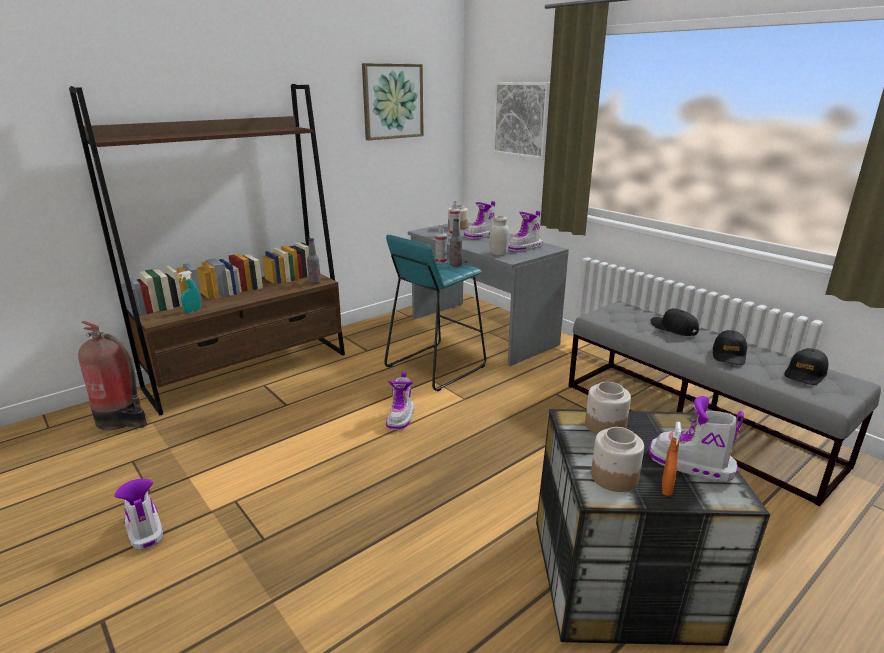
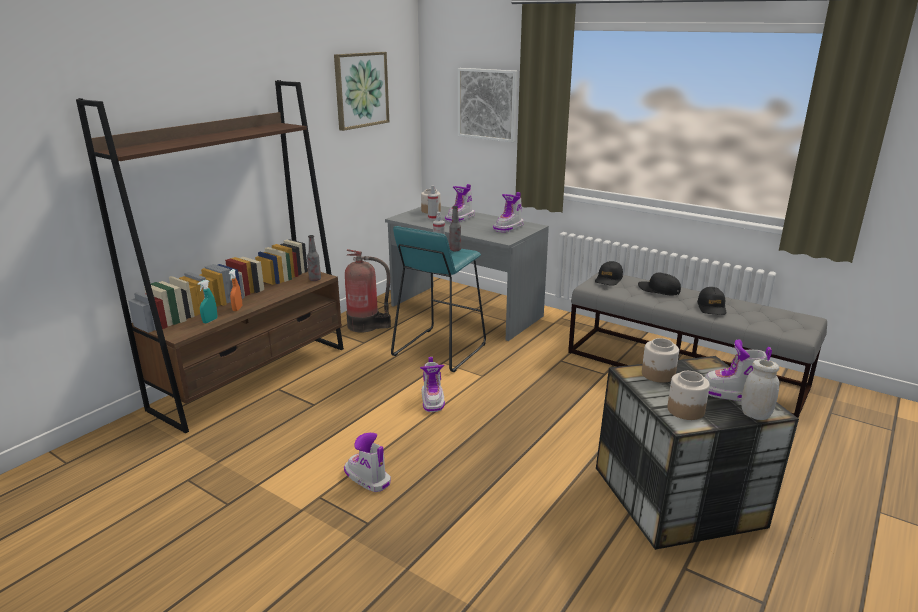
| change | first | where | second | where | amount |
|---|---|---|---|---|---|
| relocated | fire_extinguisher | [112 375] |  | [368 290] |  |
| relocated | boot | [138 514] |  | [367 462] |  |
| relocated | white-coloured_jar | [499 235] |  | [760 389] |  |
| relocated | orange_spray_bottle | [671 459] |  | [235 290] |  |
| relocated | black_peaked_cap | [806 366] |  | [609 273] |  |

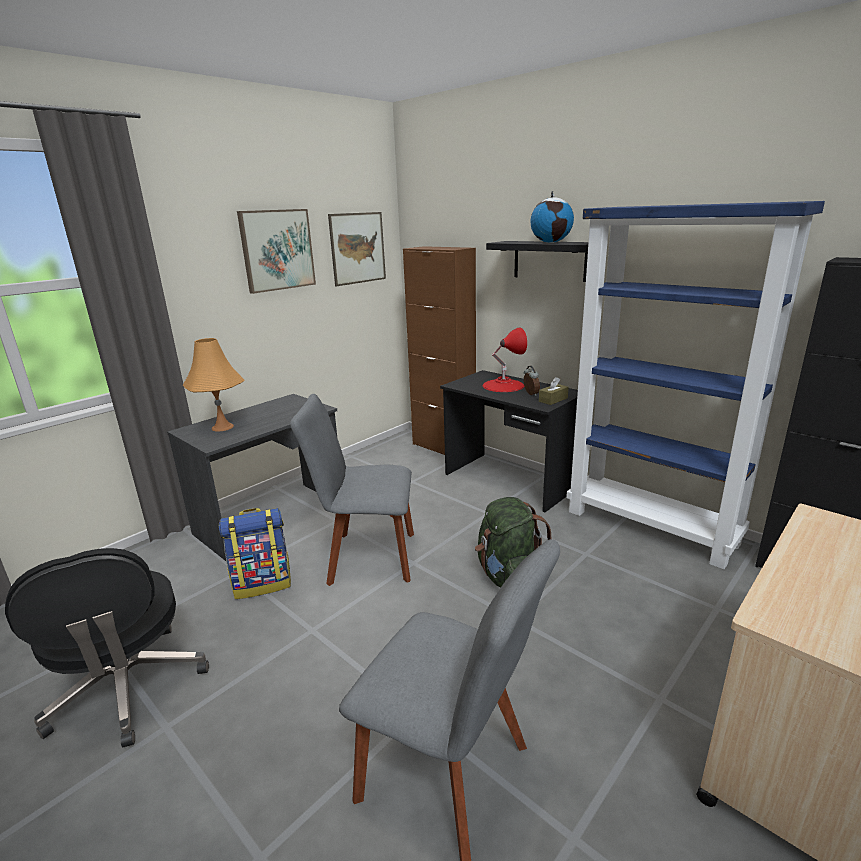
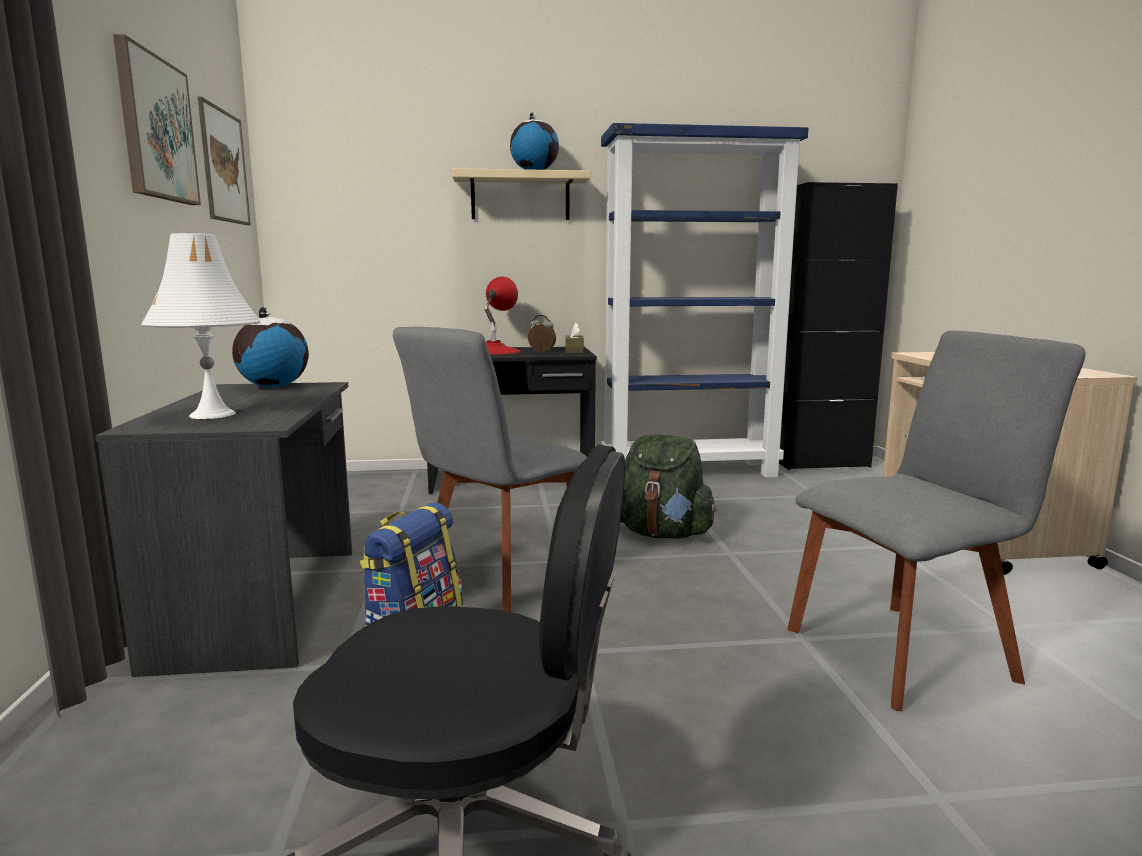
| change | first | where | second | where | amount |
|---|---|---|---|---|---|
| missing | brown-coloured_cupboard | [439 350] |  |  |  |
| appeared |  |  | desk_globe | [270 347] |  |
| colour | orange_tabletop_lamp | [214 385] | white-coloured_tabletop_lamp | [201 326] |  |
| colour | black_wall_shelf | [537 261] | sand-coloured_wall_shelf | [521 194] |  |

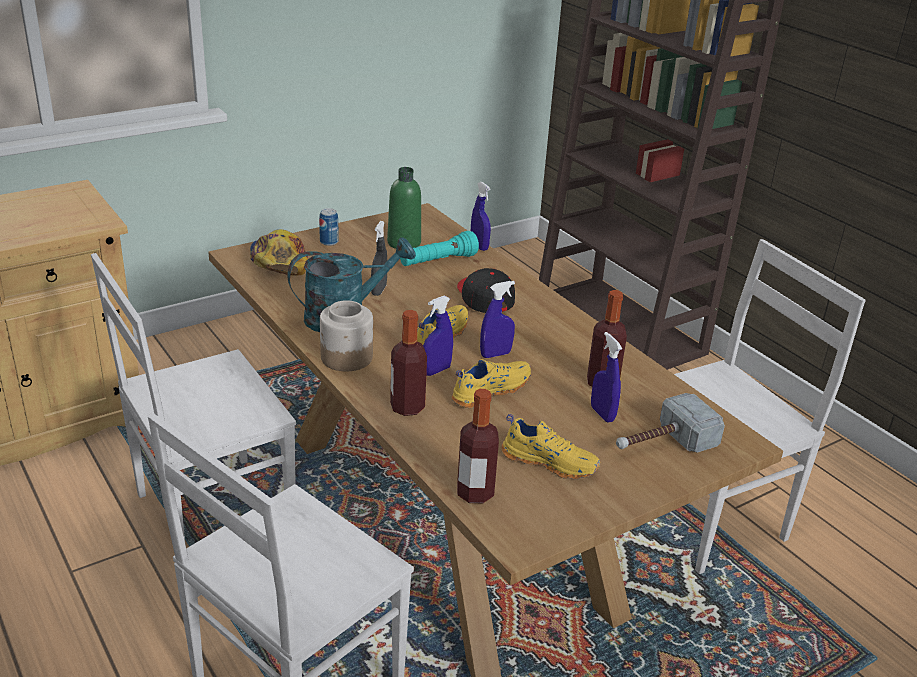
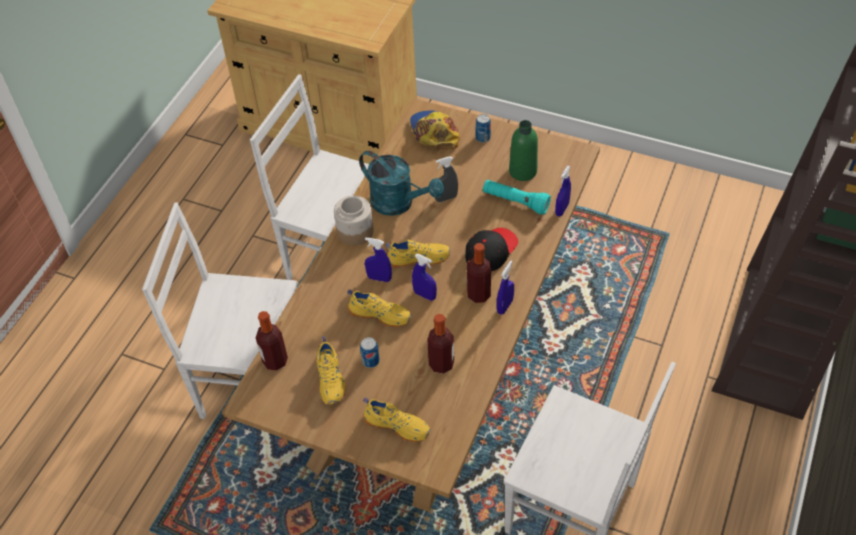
| change | first | where | second | where | amount |
|---|---|---|---|---|---|
| appeared |  |  | can | [370 352] |  |
| relocated | drink_bottle | [408 363] |  | [479 273] |  |
| relocated | blue-coloured_spray_bottle | [606 377] |  | [505 288] |  |
| exchanged | tool_hammer | [670 423] | yellow_item_of_footwear | [396 420] |  |
| spun | peaked_cap | [279 252] |  | [435 129] | 60 degrees counterclockwise |

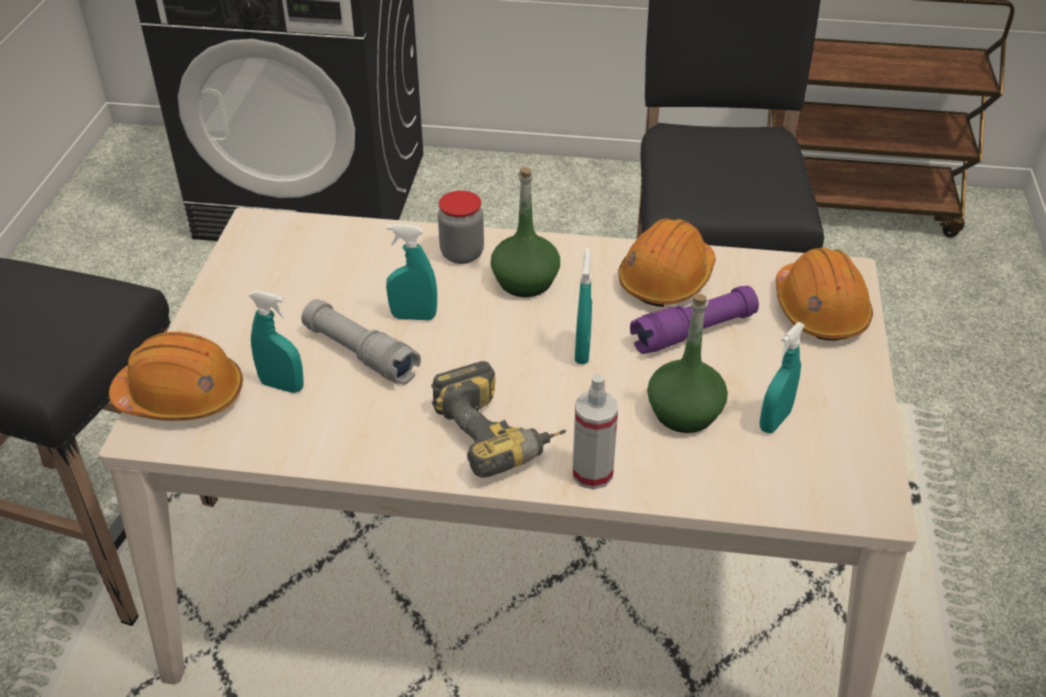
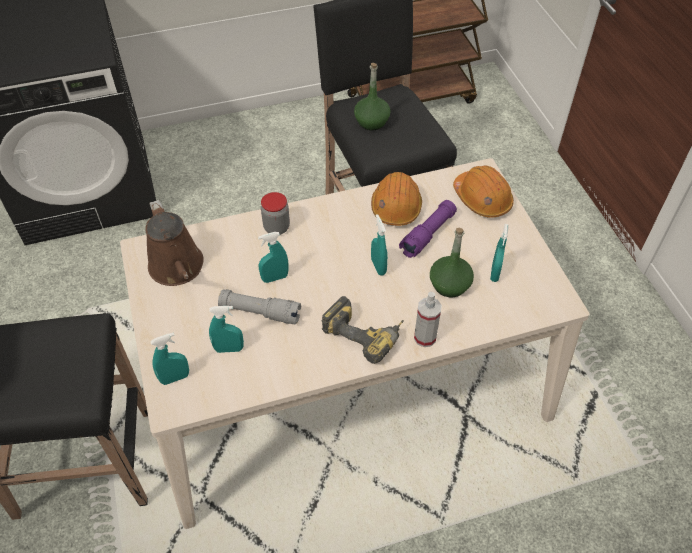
| change | first | where | second | where | amount |
|---|---|---|---|---|---|
| appeared |  |  | brown-coloured_watering_pot | [174 243] |  |
| relocated | green-coloured_drink_bottle | [525 232] |  | [372 96] |  |
| exchanged | orange_hard_hat | [176 376] | blue-green_spray_bottle | [169 359] |  |

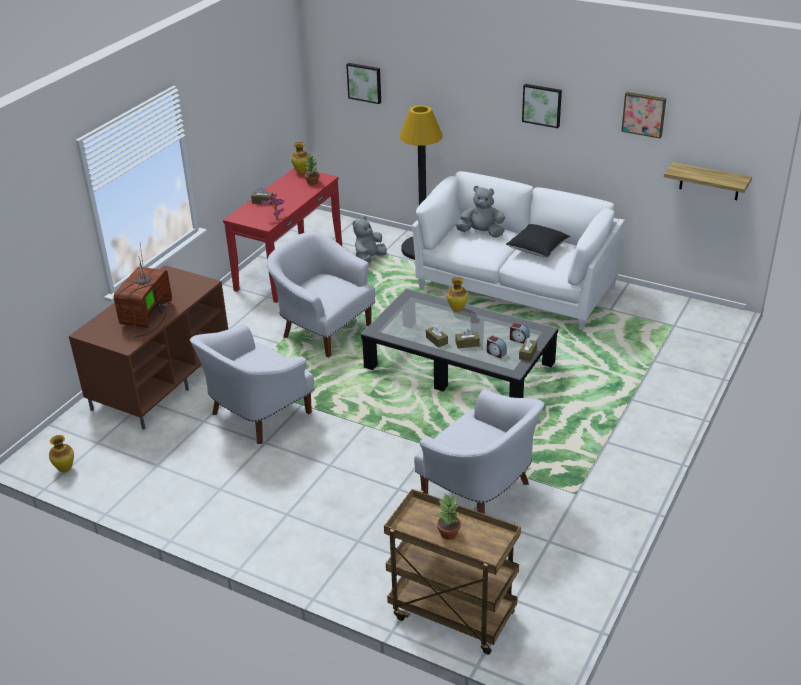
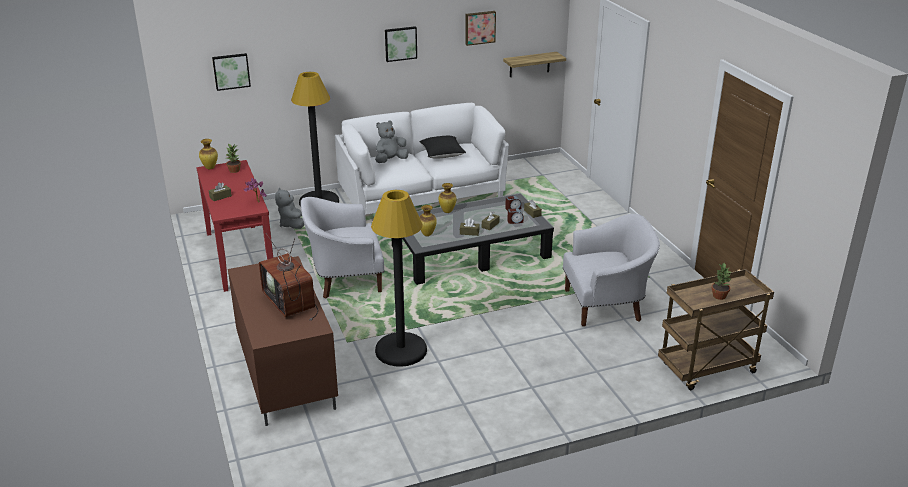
| change | first | where | second | where | amount |
|---|---|---|---|---|---|
| relocated | flower_vase | [61 453] |  | [428 220] |  |
| exchanged | white-coloured_easy_chair | [252 384] | black_standing_lamp | [399 278] |  |

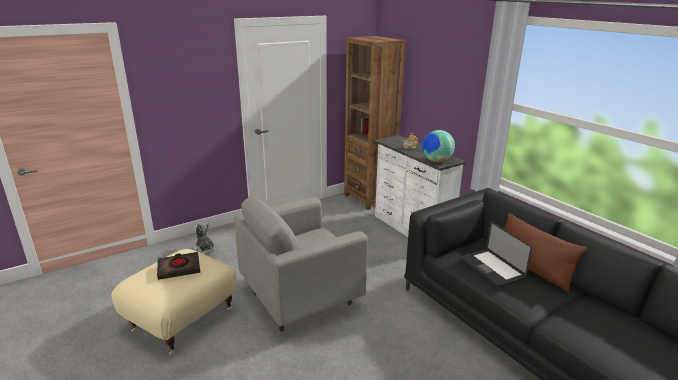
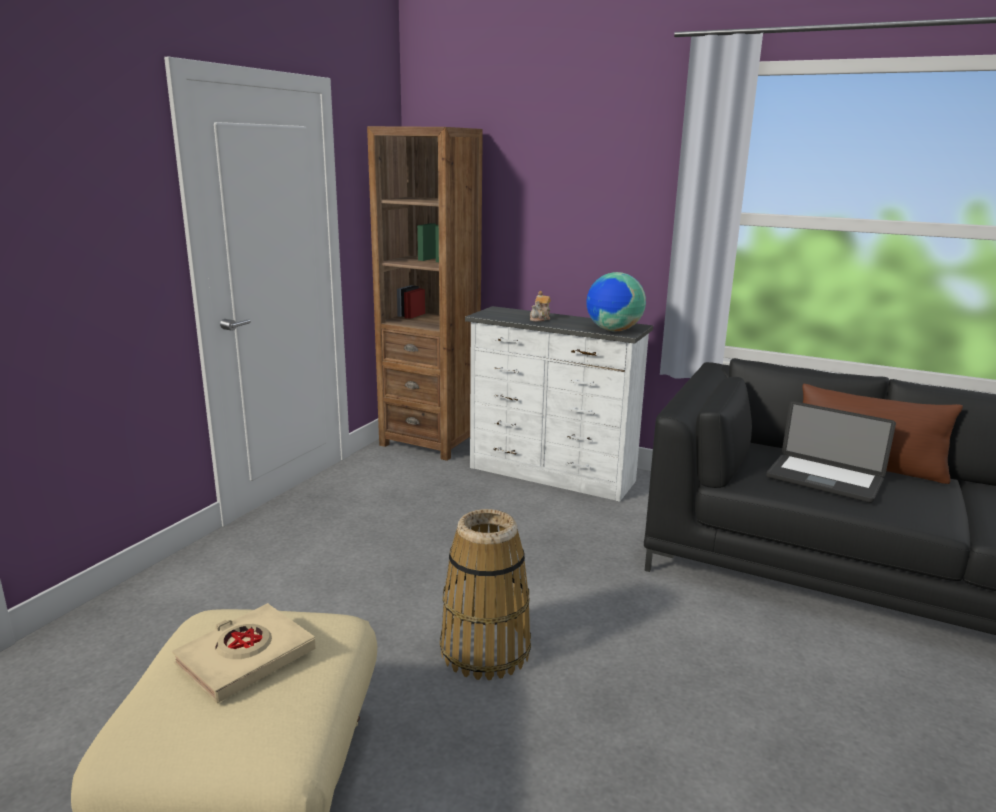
| change | first | where | second | where | amount |
|---|---|---|---|---|---|
| missing | plush_toy | [204 239] |  |  |  |
| exchanged | gray_easy_chair | [301 264] | household_basket | [485 594] |  |
| colour | black_bound_book | [179 266] | sand-coloured_bound_book | [244 653] |  |

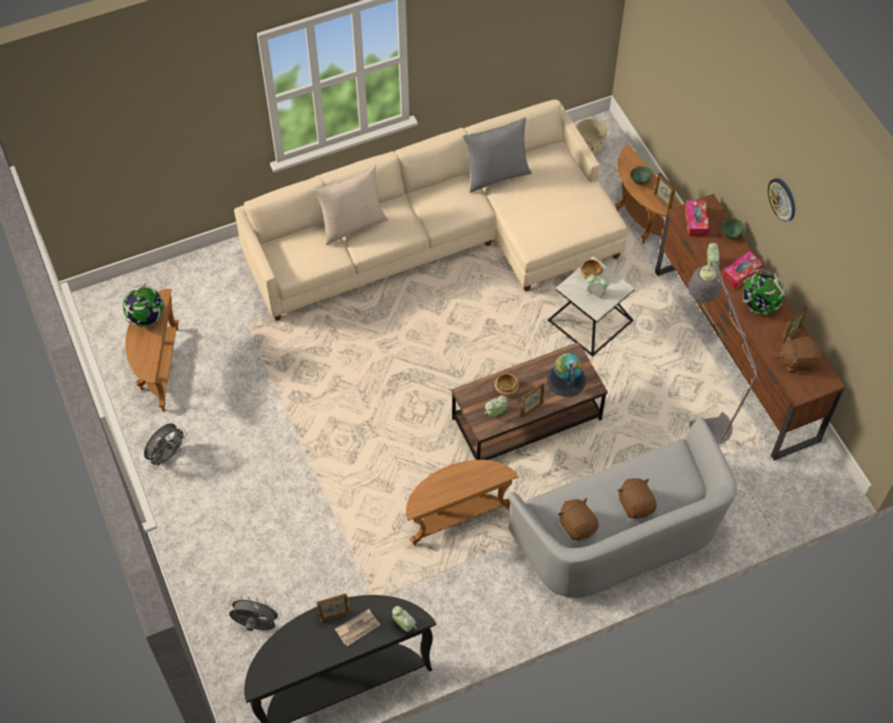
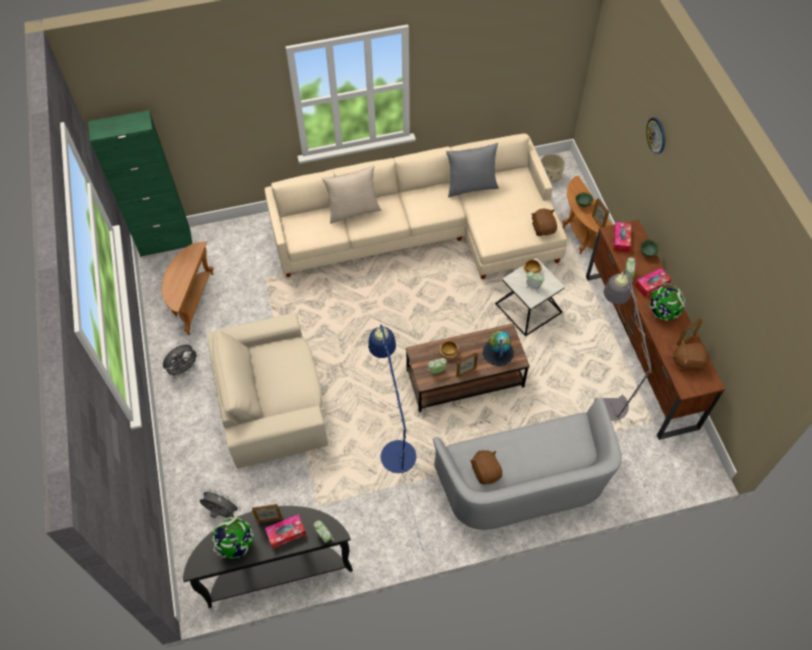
| change | first | where | second | where | amount |
|---|---|---|---|---|---|
| appeared |  |  | green-coloured_cupboard | [140 183] |  |
| appeared |  |  | sand-coloured_easy_chair | [267 390] |  |
| relocated | desk_globe | [143 305] |  | [233 537] |  |
| relocated | brown-coloured_plush_toy | [637 498] |  | [544 222] |  |
| relocated | wall_clock | [781 200] |  | [655 135] |  |
| exchanged | printed_paper | [357 627] | tissue_box | [285 531] |  |
| exchanged | brown-coloured_side_table | [462 503] | blue-coloured_standing_lamp | [395 437] |  |

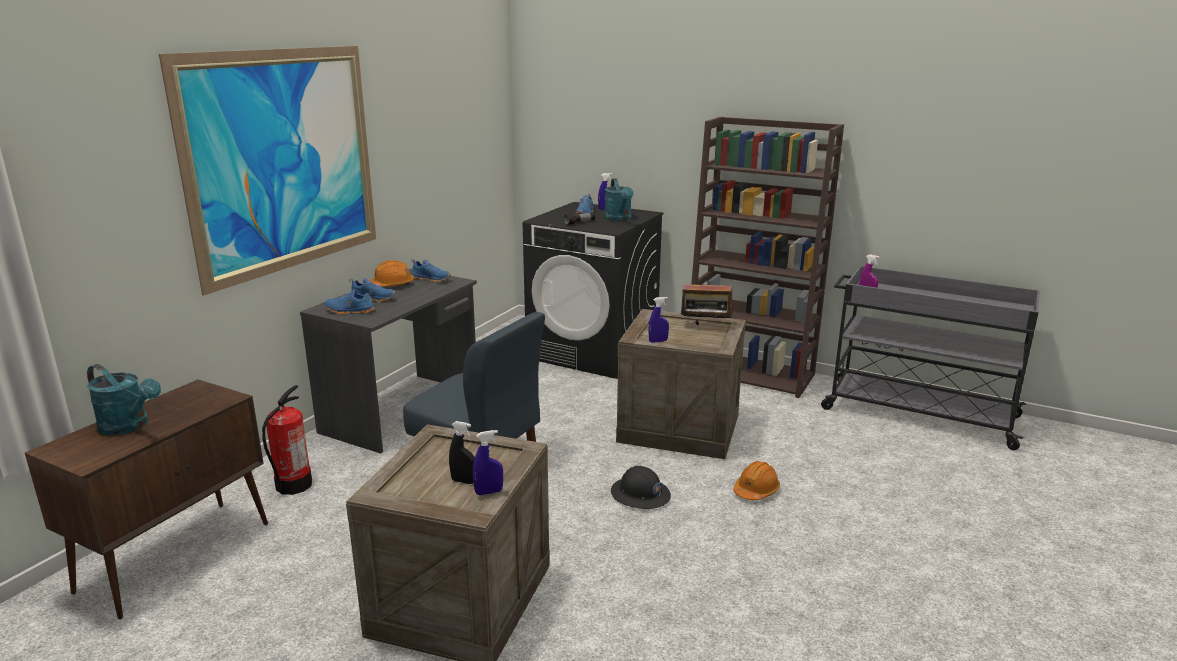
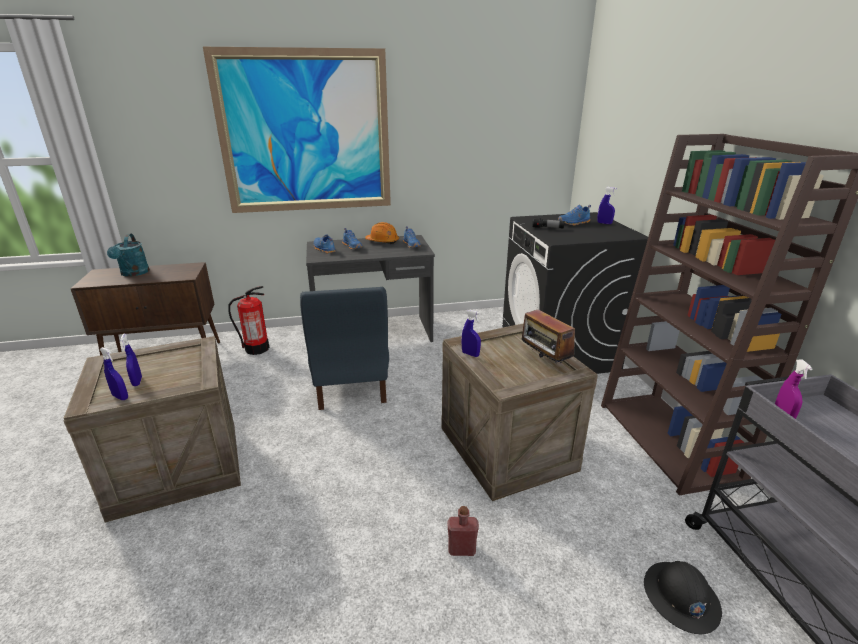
| change | first | where | second | where | amount |
|---|---|---|---|---|---|
| missing | blue-green_watering_pot | [618 200] |  |  |  |
| relocated | black_hard_hat | [641 487] |  | [683 598] |  |
| exchanged | orange_hard_hat | [756 480] | red-coloured_drink_bottle | [463 531] |  |
| colour | black_spray_bottle | [462 452] | blue-coloured_spray_bottle | [131 360] |  |

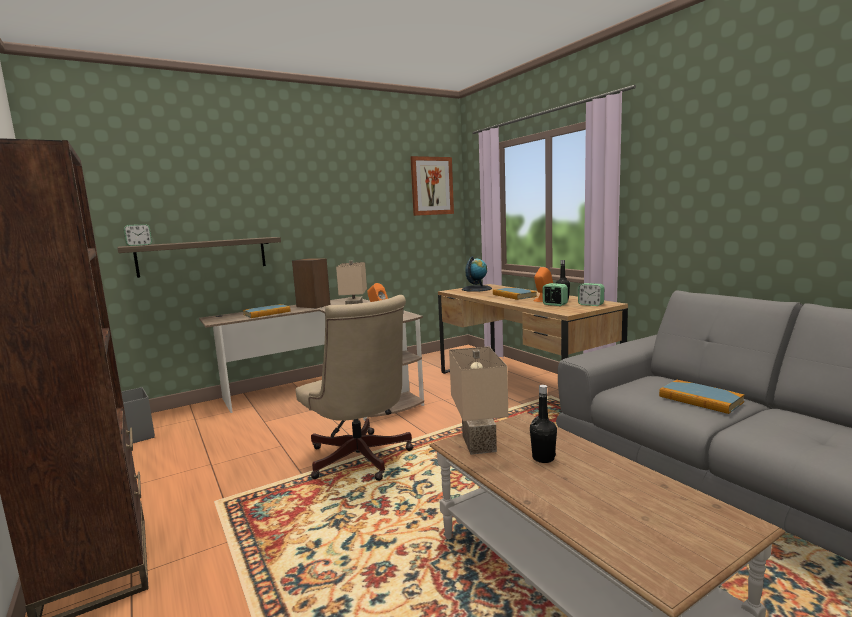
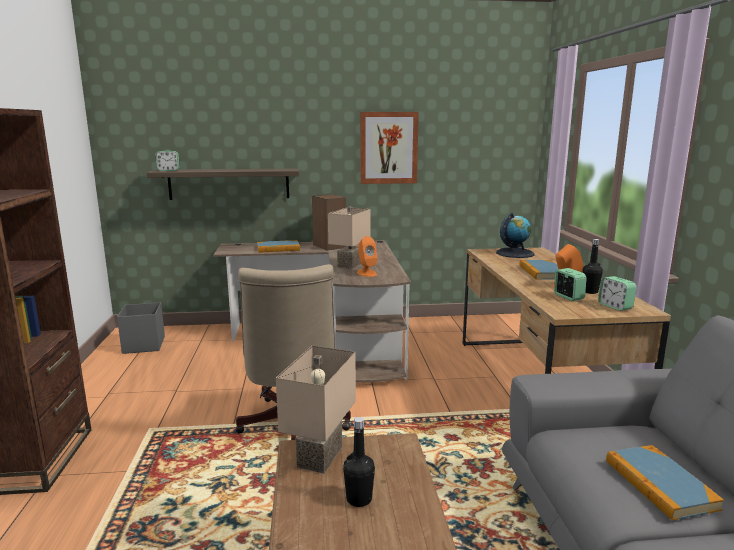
| change | first | where | second | where | amount |
|---|---|---|---|---|---|
| relocated | wall_art | [432 186] |  | [389 148] |  |

